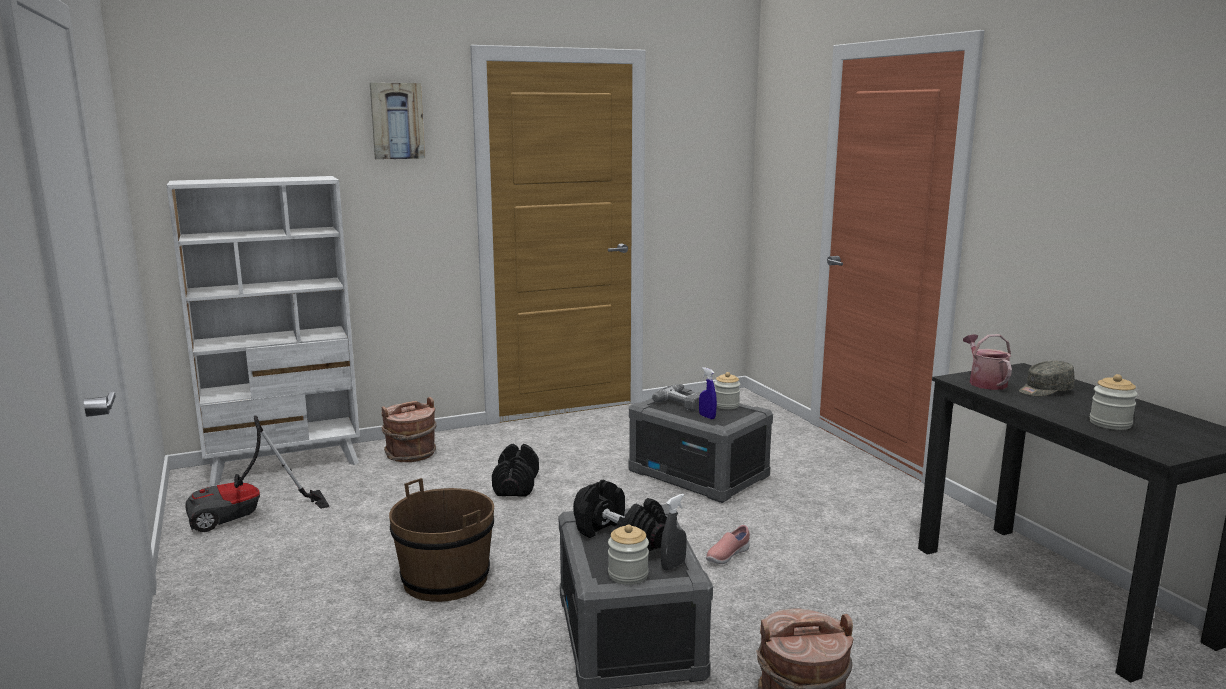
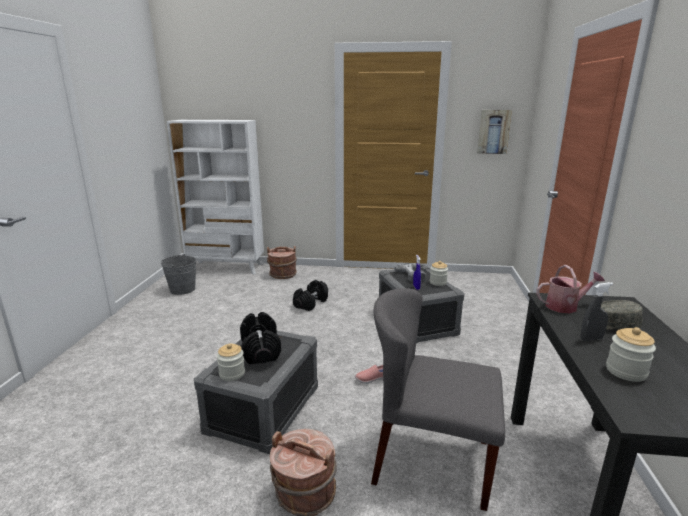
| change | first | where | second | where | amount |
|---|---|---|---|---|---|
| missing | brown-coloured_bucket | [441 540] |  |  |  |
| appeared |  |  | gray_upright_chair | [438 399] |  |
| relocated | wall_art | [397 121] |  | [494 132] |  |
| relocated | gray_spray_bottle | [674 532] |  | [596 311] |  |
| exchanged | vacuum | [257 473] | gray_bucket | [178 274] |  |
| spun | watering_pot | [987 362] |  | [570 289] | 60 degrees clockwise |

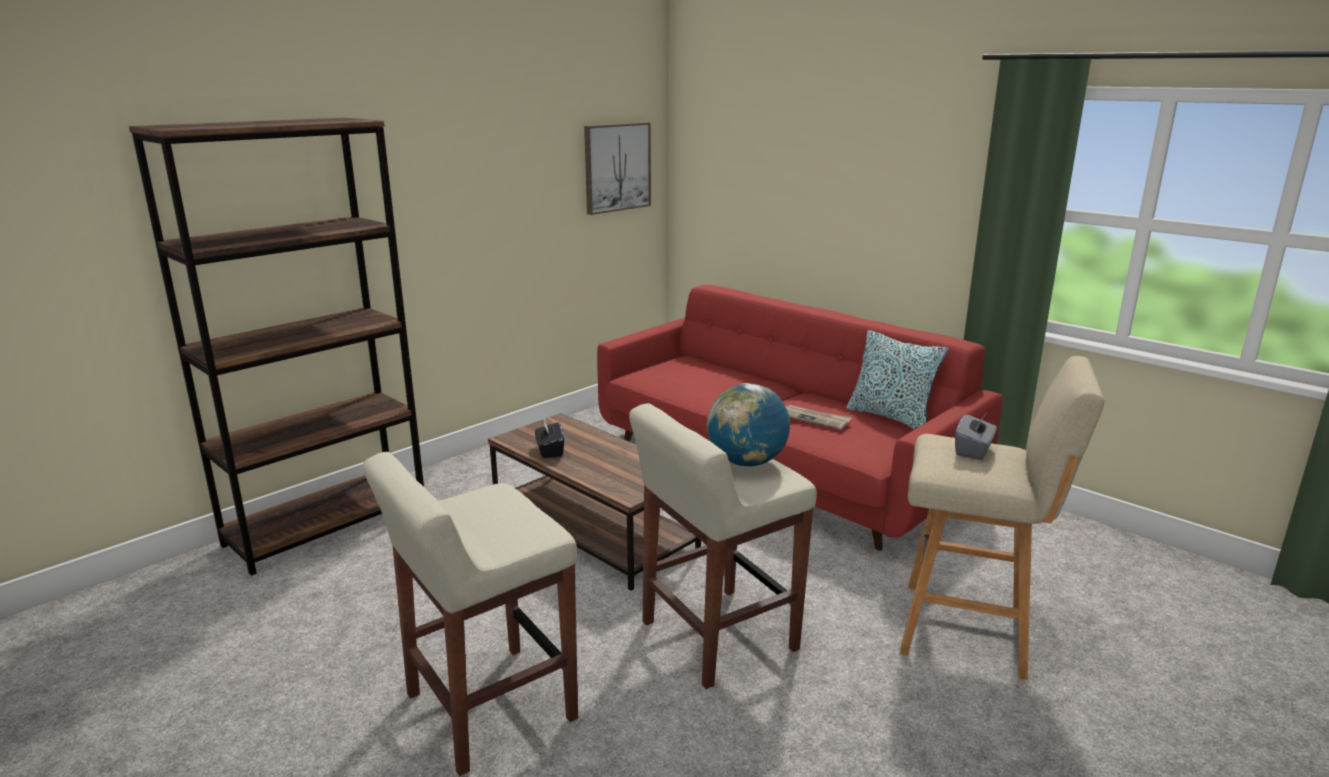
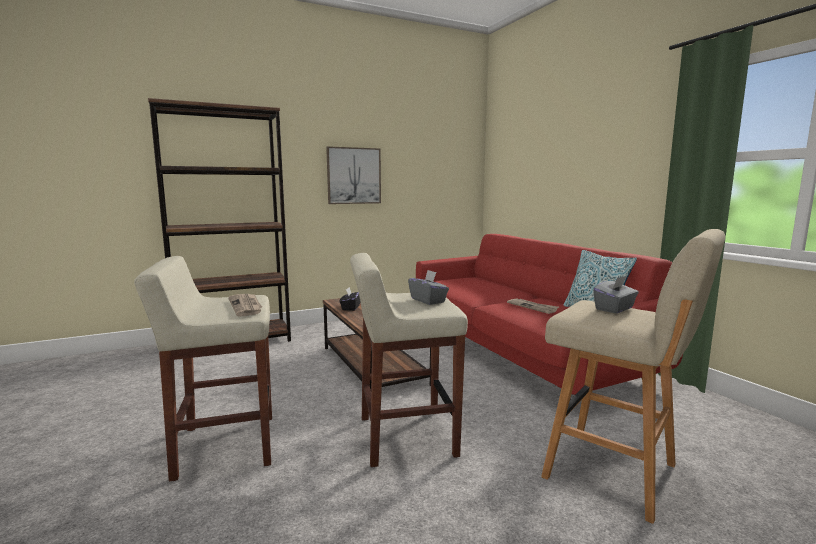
| change | first | where | second | where | amount |
|---|---|---|---|---|---|
| appeared |  |  | printed_paper | [245 305] |  |
| relocated | wall_art | [617 168] |  | [353 175] |  |
| exchanged | desk_globe | [748 425] | gray_tissue_box | [428 287] |  |

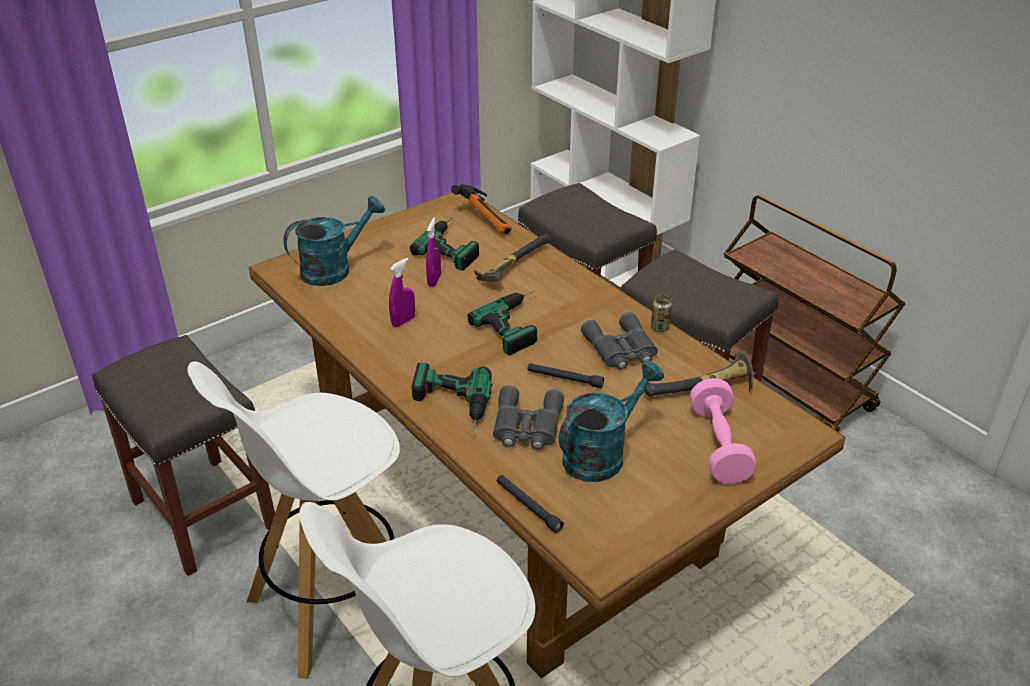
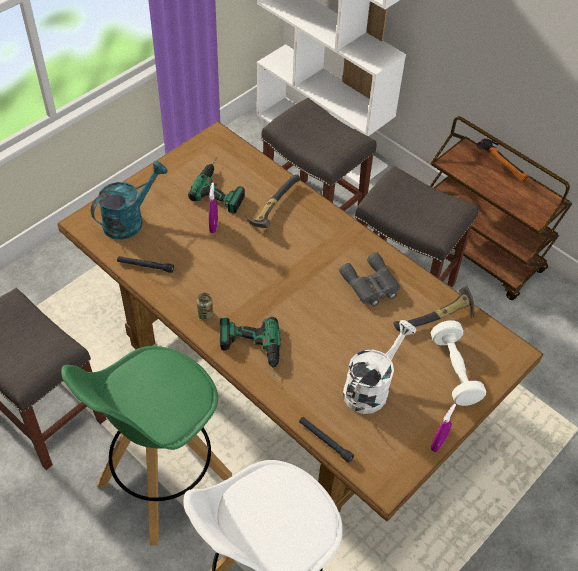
| change | first | where | second | where | amount |
|---|---|---|---|---|---|
| missing | drill | [502 323] |  |  |  |
| missing | gray_field_glasses | [528 417] |  |  |  |
| relocated | purple_spray_bottle | [402 292] |  | [443 428] |  |
| relocated | tool_hammer | [481 209] |  | [502 160] |  |
| relocated | black_torch | [566 375] |  | [145 264] |  |
| relocated | can | [661 313] |  | [205 306] |  |
| colour | white-coloured_stool | [293 520] | green-coloured_stool | [146 446] |  |
| colour | blue-green_watering_pot | [611 421] | white-coloured_watering_pot | [379 367] |  |
| colour | pink-coloured_free_weight | [723 431] | white-coloured_free_weight | [458 363] |  |

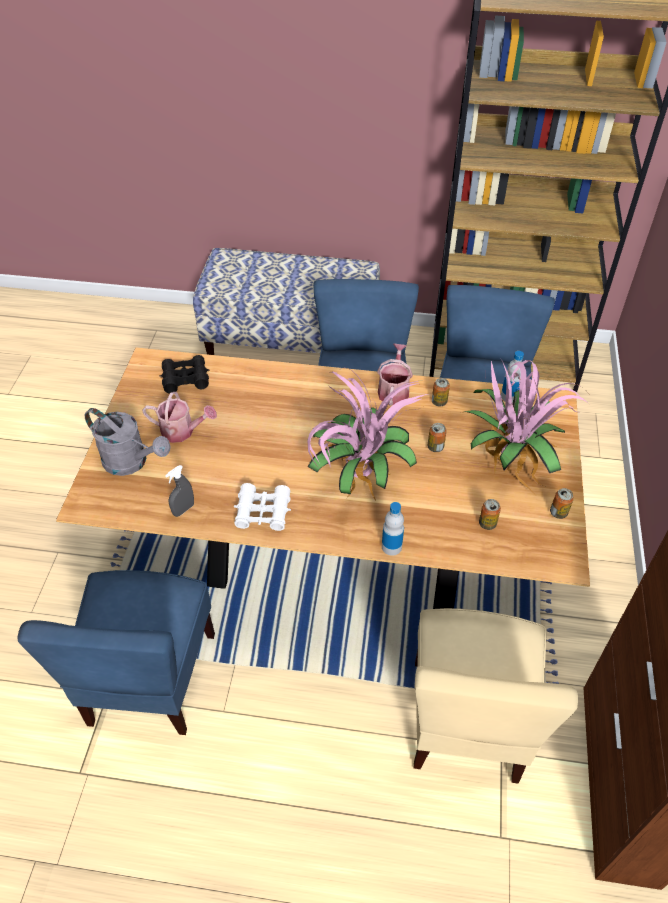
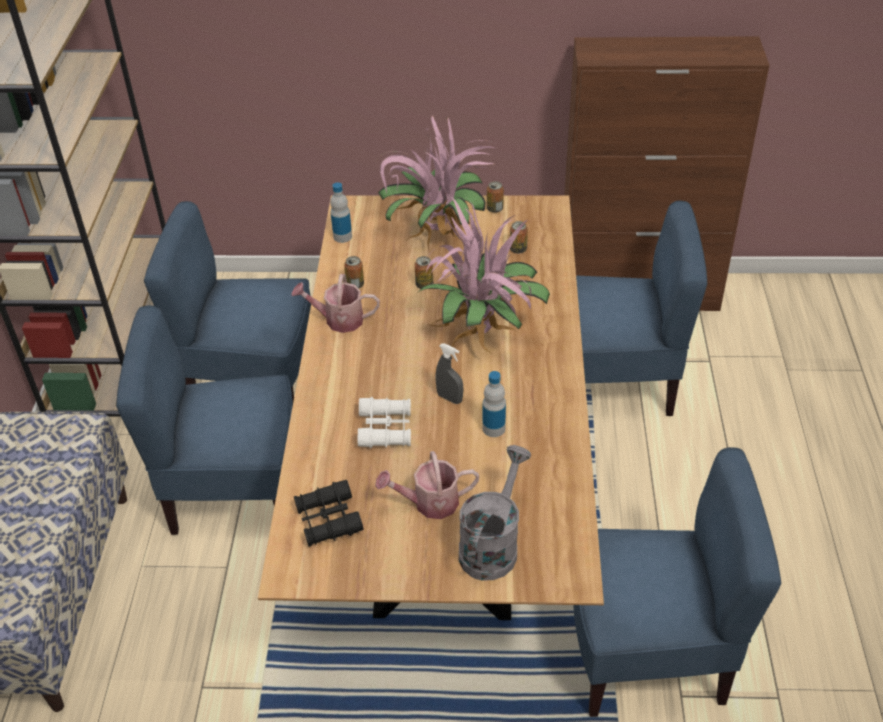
| change | first | where | second | where | amount |
|---|---|---|---|---|---|
| relocated | gray_spray_bottle | [179 491] |  | [449 373] |  |
| relocated | white-coloured_field_glasses | [262 507] |  | [384 422] |  |
| relocated | drink_bottle | [393 529] |  | [494 404] |  |
| colour | sand-coloured_upright_chair | [496 696] | blue-coloured_upright_chair | [641 308] |  |
| spun | watering_pot | [179 417] |  | [427 485] | 105 degrees counterclockwise |

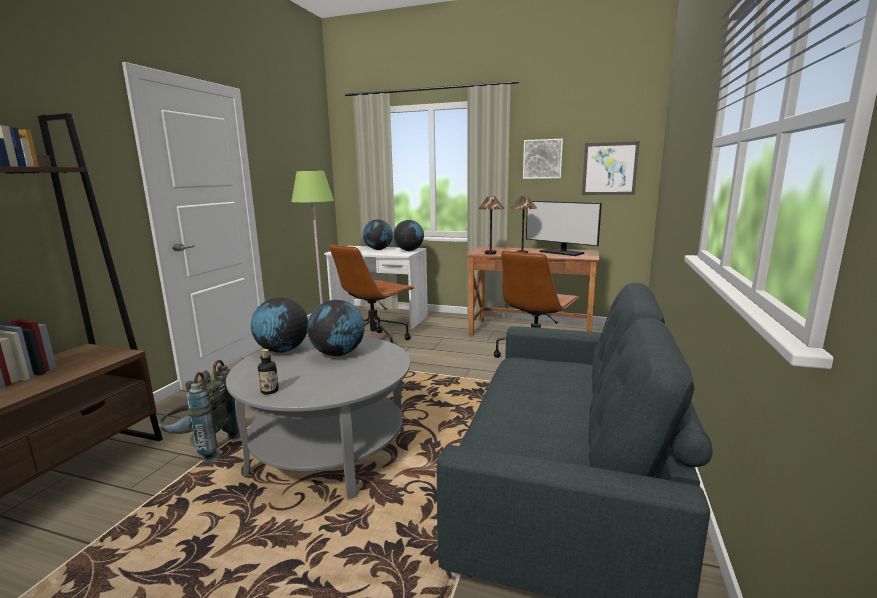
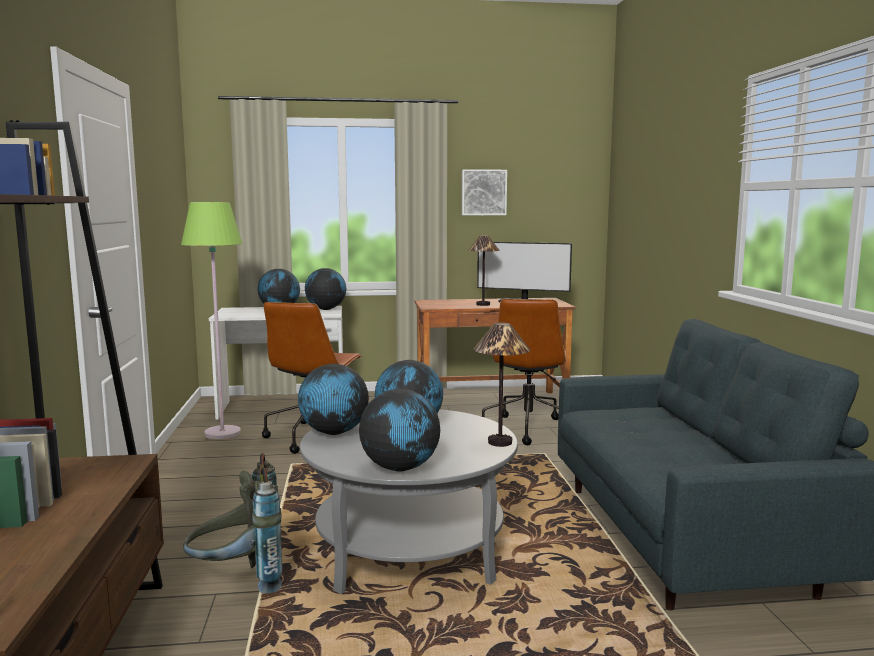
| change | first | where | second | where | amount |
|---|---|---|---|---|---|
| missing | wall_art | [611 168] |  |  |  |
| relocated | tabletop_lamp | [491 225] |  | [501 385] |  |
| exchanged | drink_bottle | [268 372] | desk_globe | [399 430] |  |

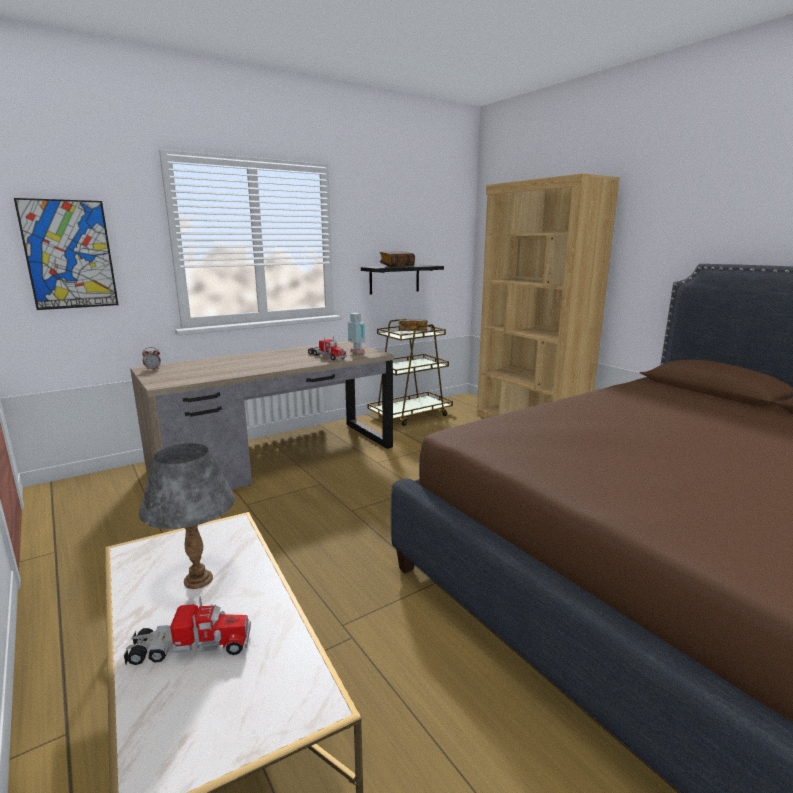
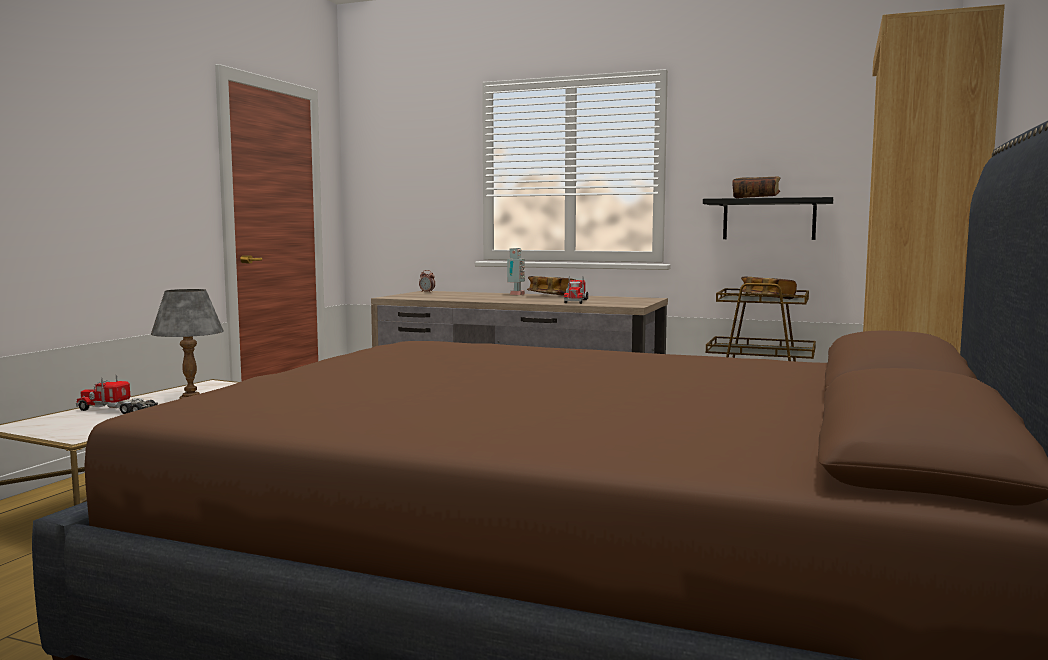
| change | first | where | second | where | amount |
|---|---|---|---|---|---|
| missing | wall_art | [66 254] |  |  |  |
| appeared |  |  | bound_book | [551 286] |  |
| relocated | model_robot | [356 333] |  | [516 271] |  |
| spun | model_truck | [187 630] |  | [117 394] | 150 degrees clockwise |

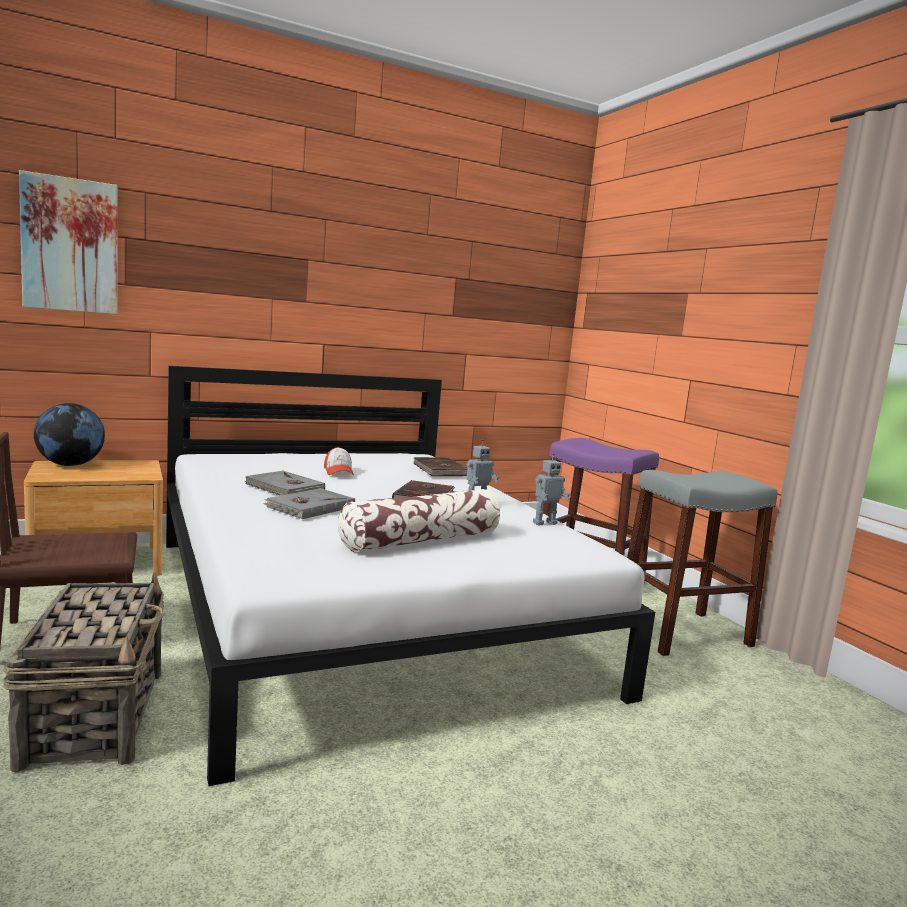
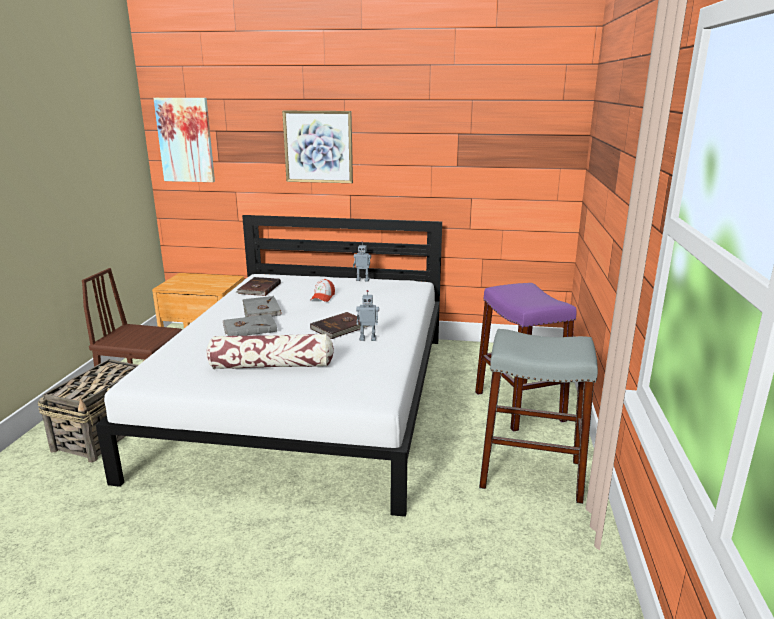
| change | first | where | second | where | amount |
|---|---|---|---|---|---|
| missing | desk_globe | [69 434] |  |  |  |
| appeared |  |  | wall_art | [317 147] |  |
| relocated | brown-coloured_bound_book | [440 466] |  | [258 286] |  |
| relocated | model_robot | [551 489] |  | [362 261] |  |

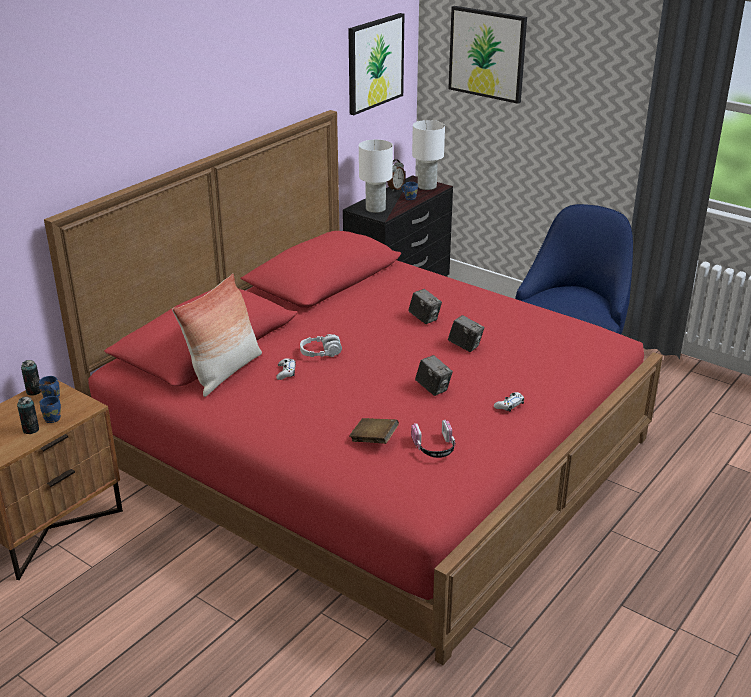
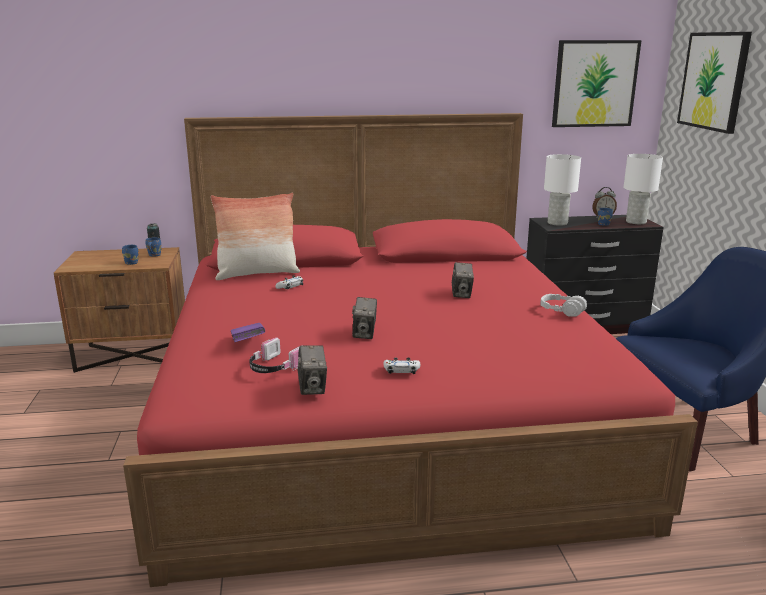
| change | first | where | second | where | amount |
|---|---|---|---|---|---|
| missing | can | [28 415] |  |  |  |
| relocated | gray_pair_of_headphones | [321 345] |  | [563 305] |  |
| relocated | still_camera | [466 333] |  | [312 370] |  |
| colour | brown-coloured_bound_book | [374 431] | purple_bound_book | [248 332] |  |

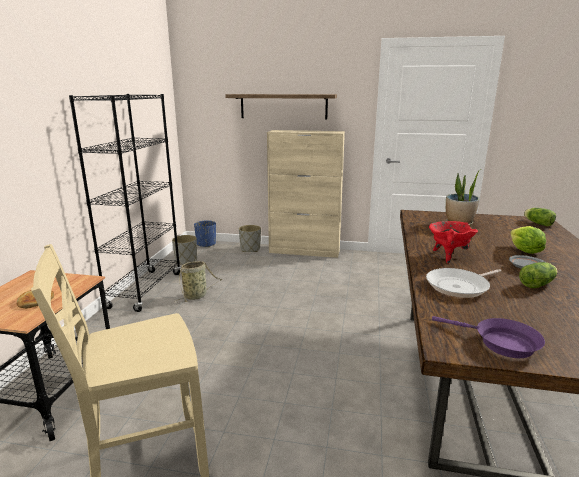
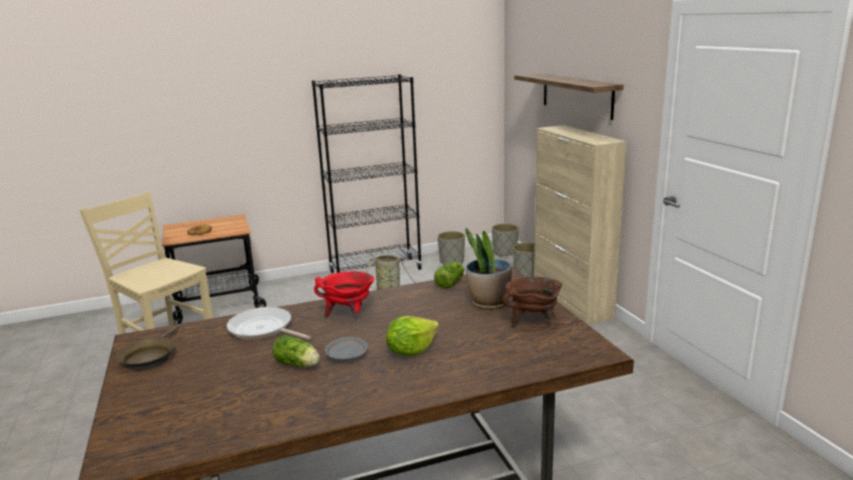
| change | first | where | second | where | amount |
|---|---|---|---|---|---|
| appeared |  |  | brown-coloured_cooking_pot | [532 301] |  |
| relocated | head_of_lettuce | [540 217] |  | [449 275] |  |
| colour | blue-coloured_planter | [205 233] | gray_planter | [505 240] |  |
| colour | purple_pan | [488 337] | brown-coloured_pan | [148 347] |  |

